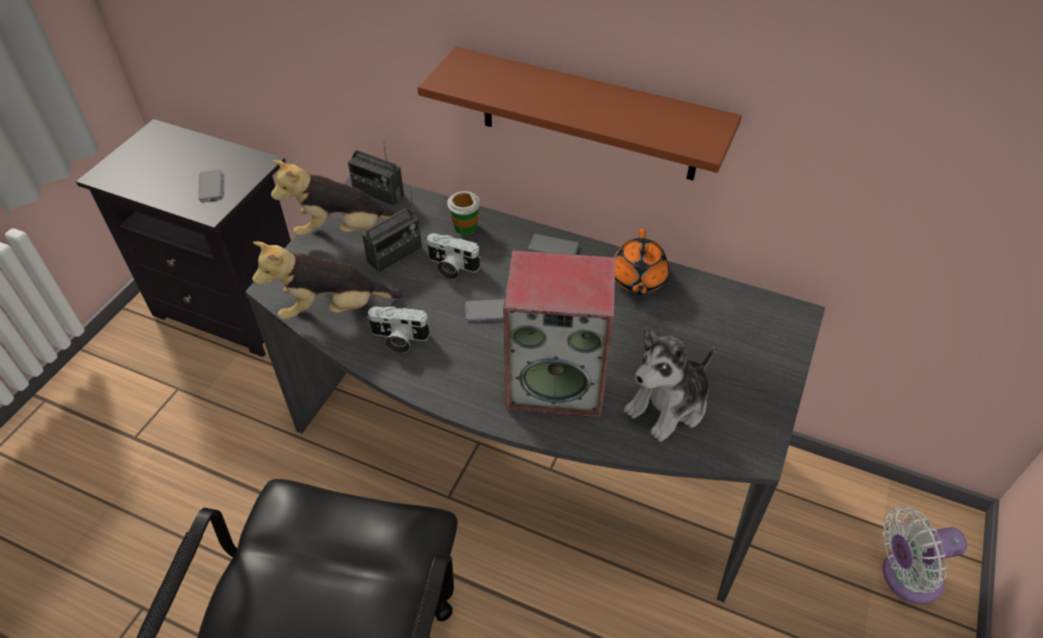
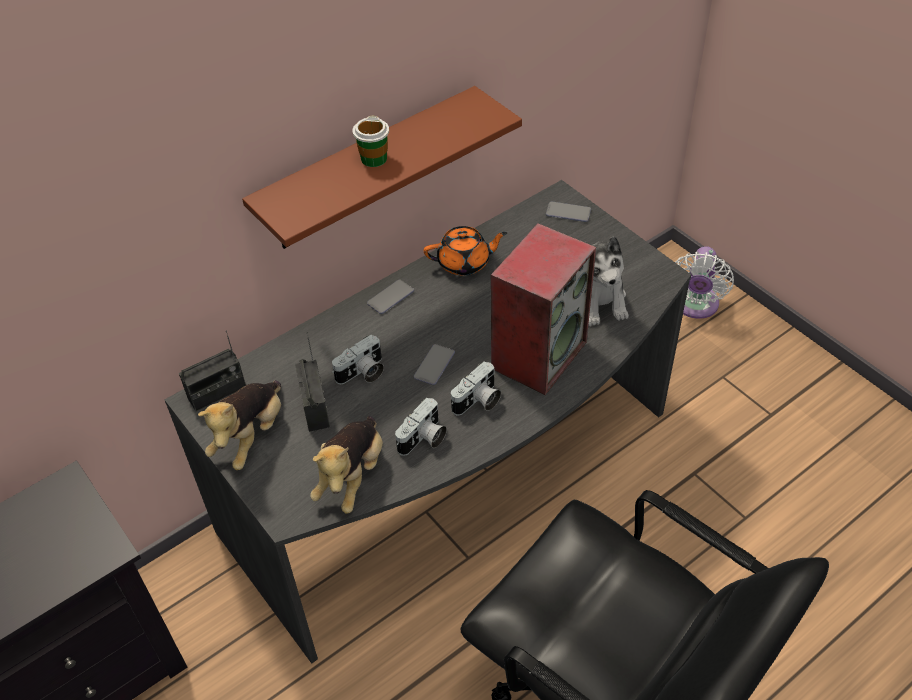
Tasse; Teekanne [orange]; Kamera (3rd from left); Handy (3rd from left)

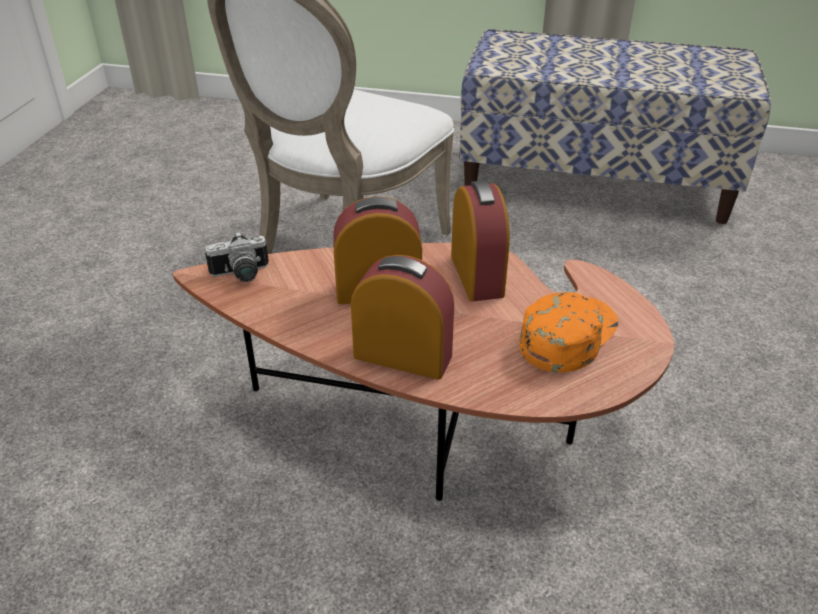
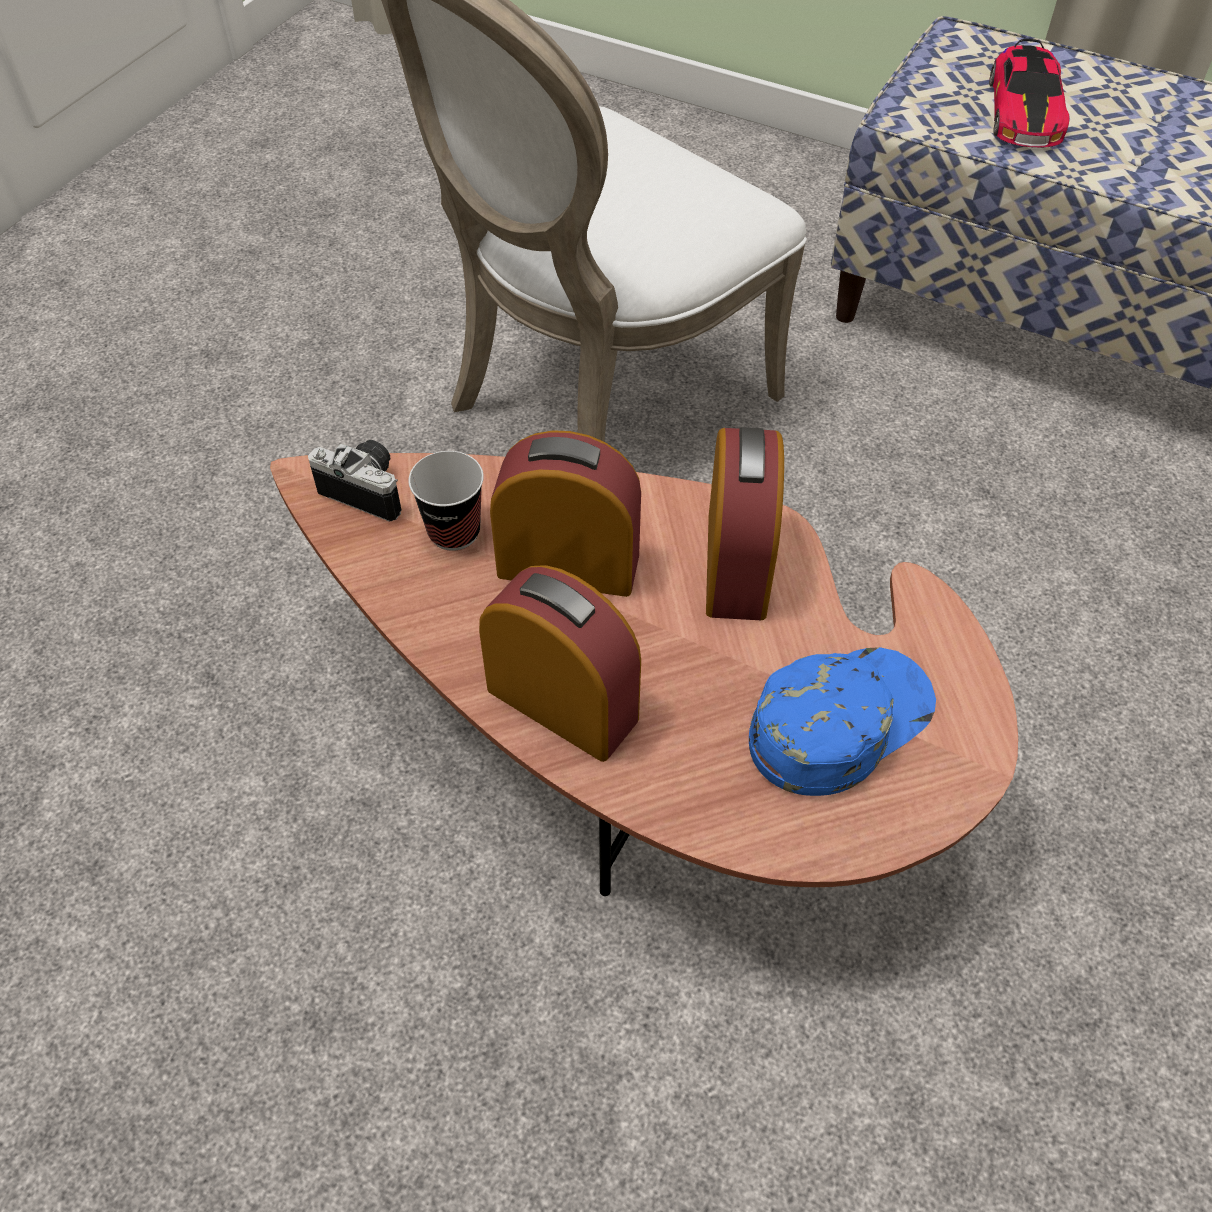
Kamera; Tasse; Kappe [blau]; Spielzeugauto

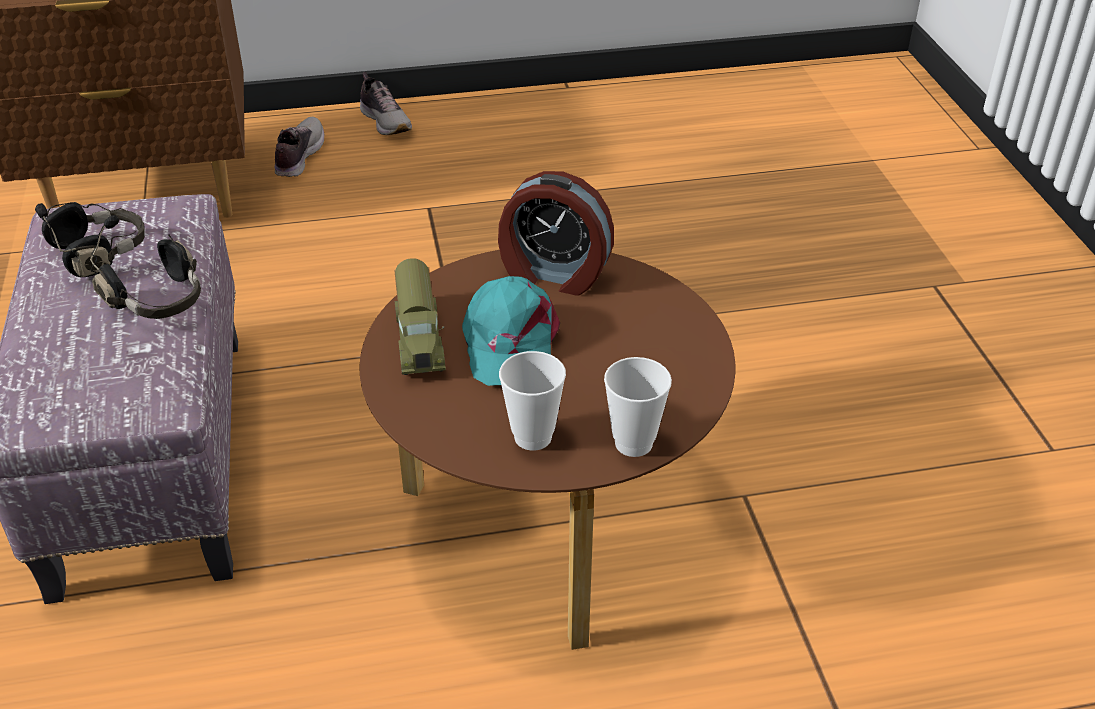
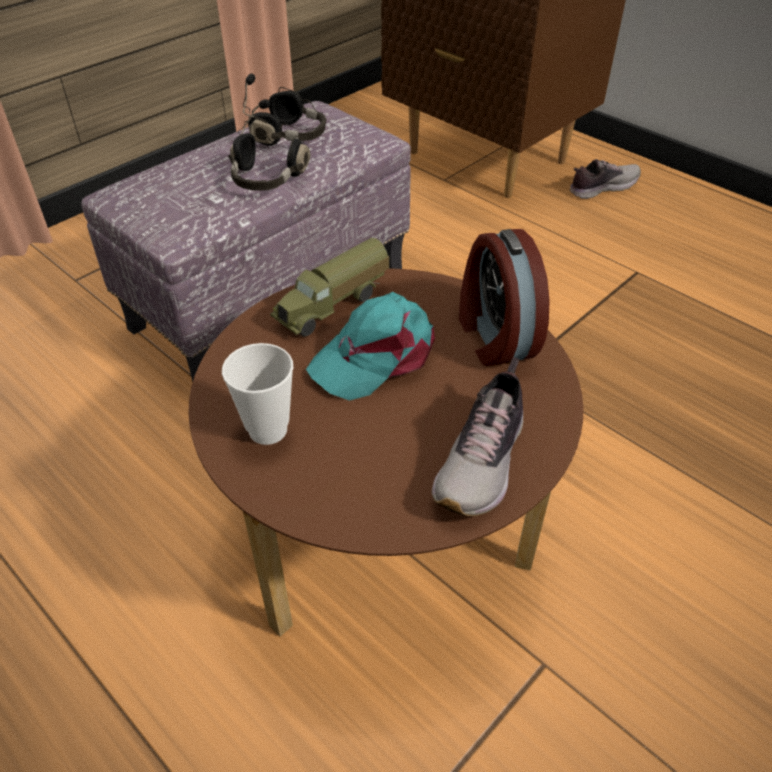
Schuh (1st from left); Tasse (2nd from left in the first image)

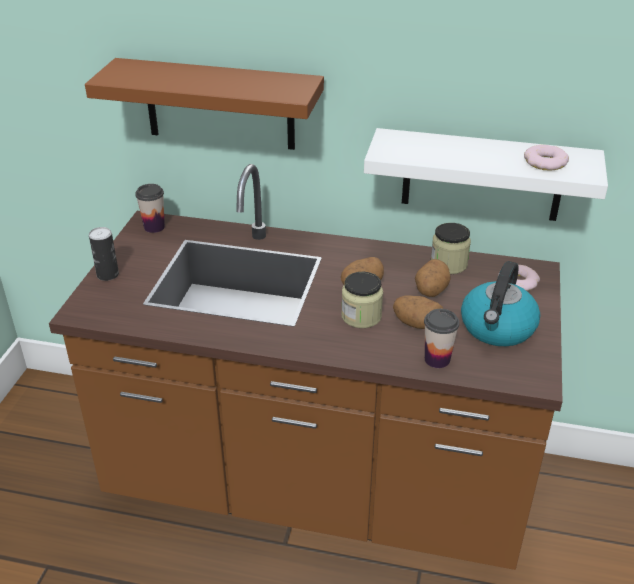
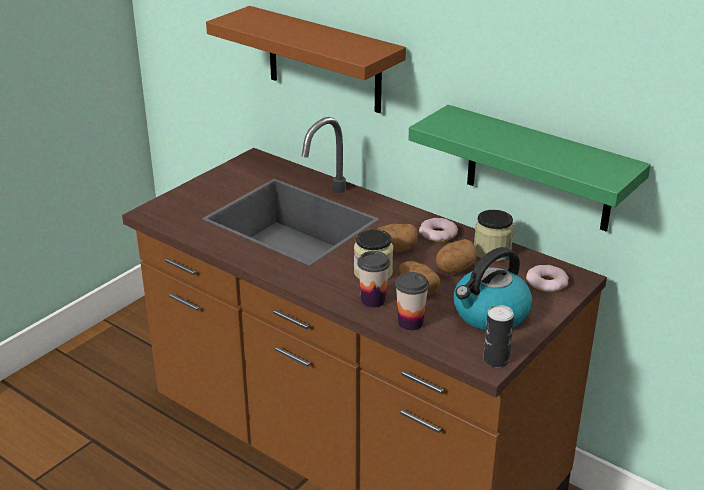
Tasse (1st from left); Wandregal [grün]; Donut (1st from left); Dose

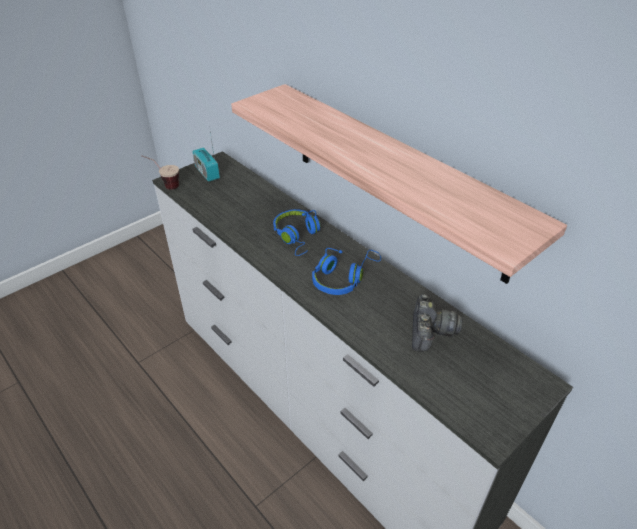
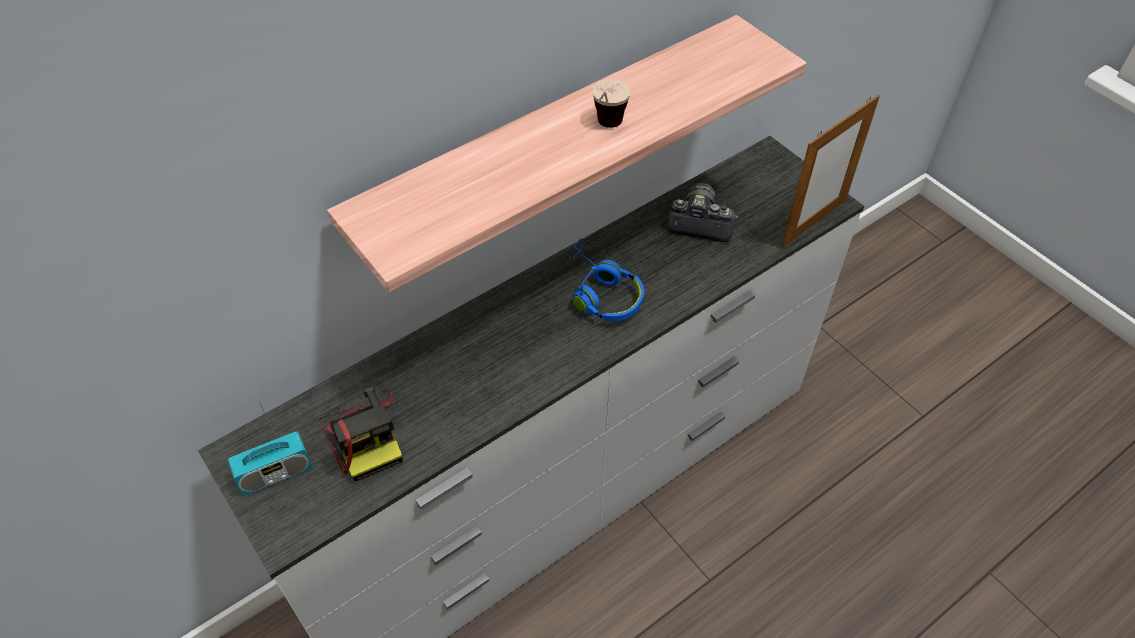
Kamera (1st from left); Tasse; Bilderrahmen; Kopfhörer [blau] (1st from left in the first image)

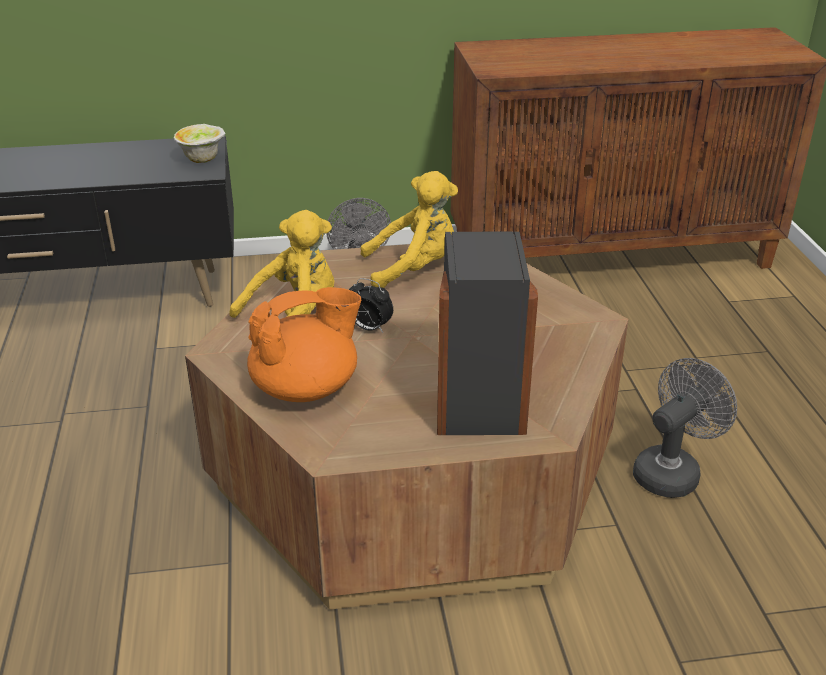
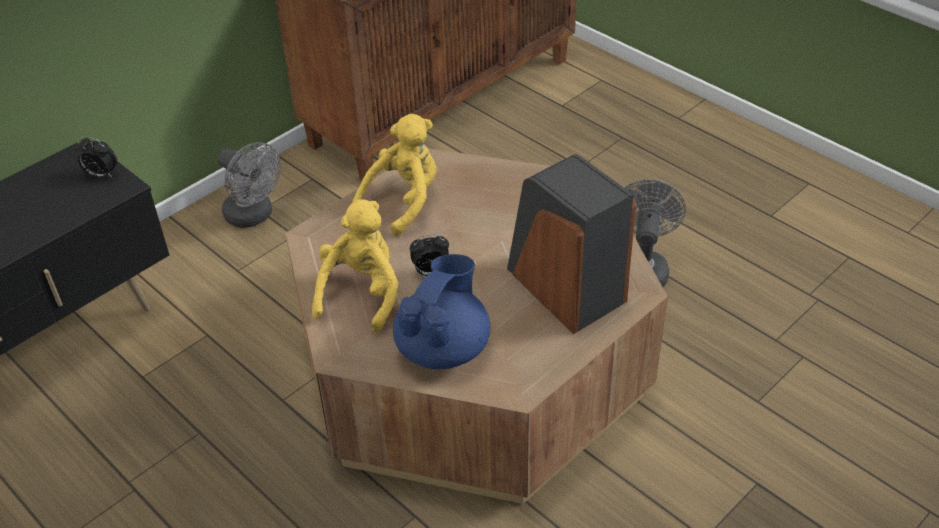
Wecker (1st from left); Teekanne [blau]

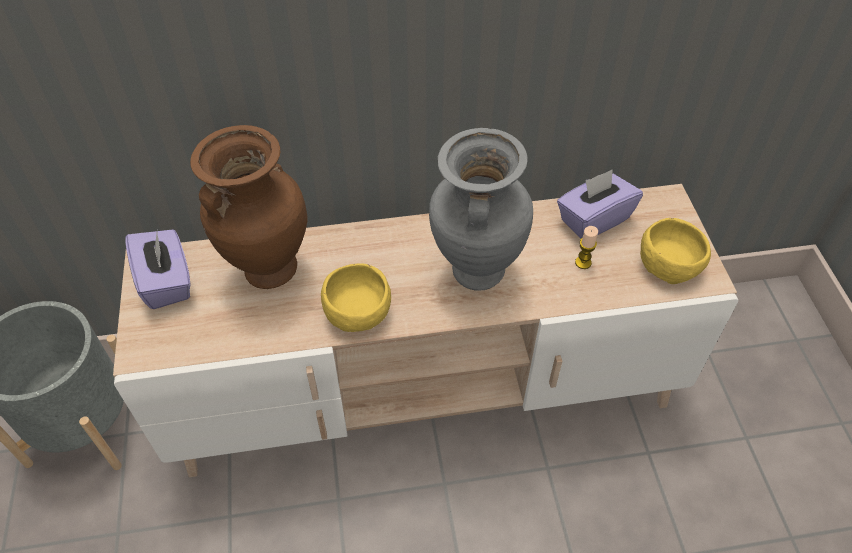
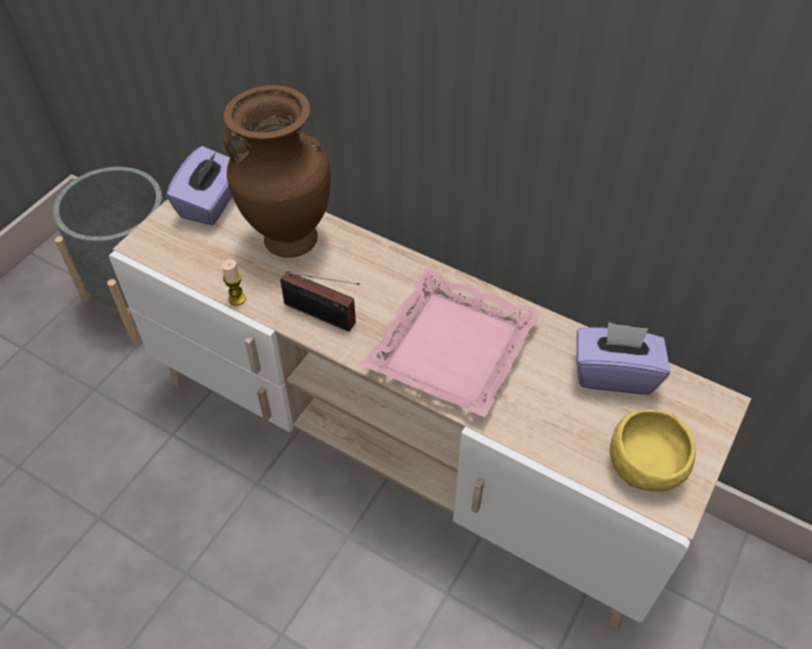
Kerze; Radio; Tablett [rosa]

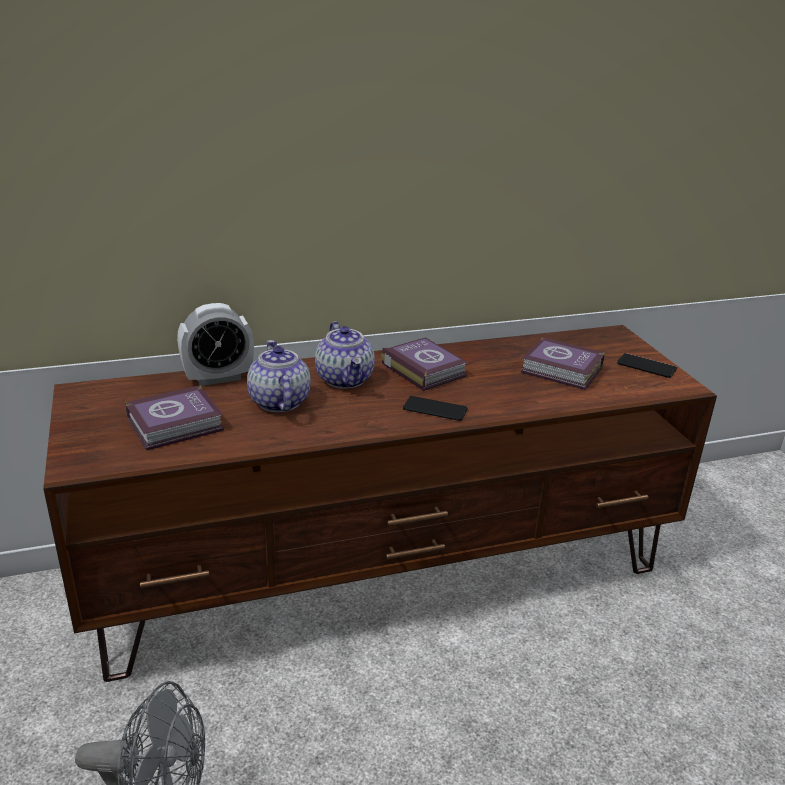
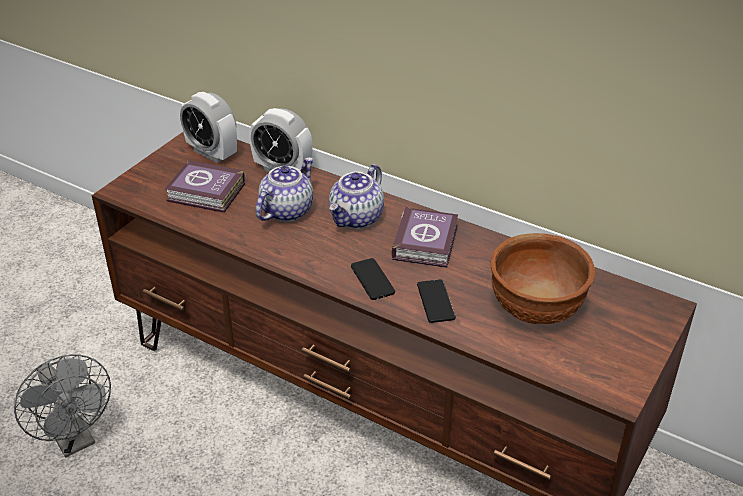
Wecker (1st from left); Handy (2nd from left); Schüssel [braun]

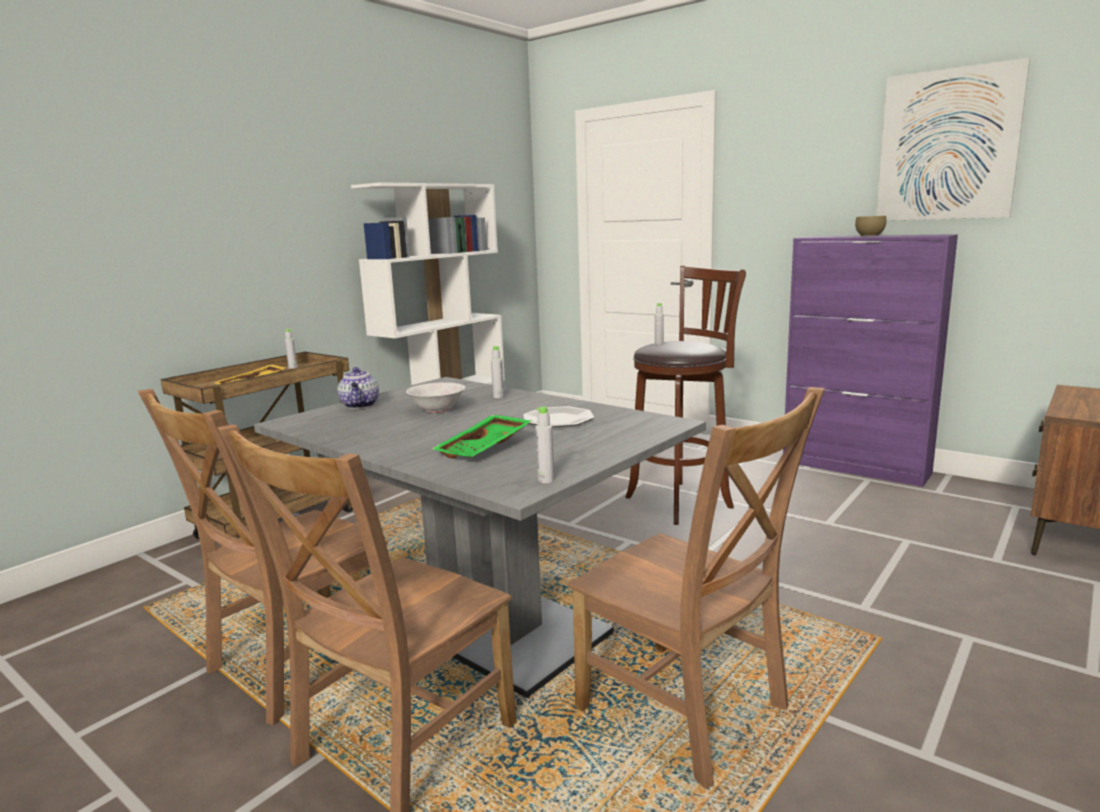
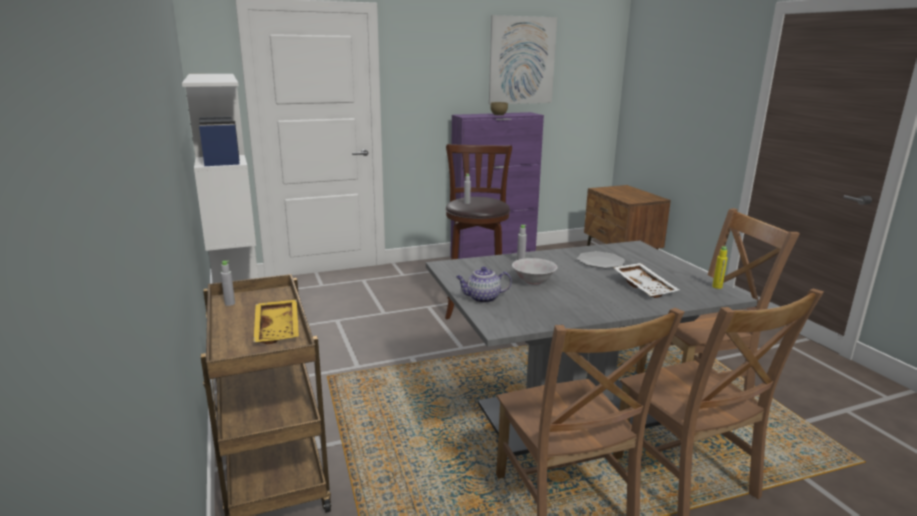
Teekanne; Tablett [weiß]; Flasche [gelb]

